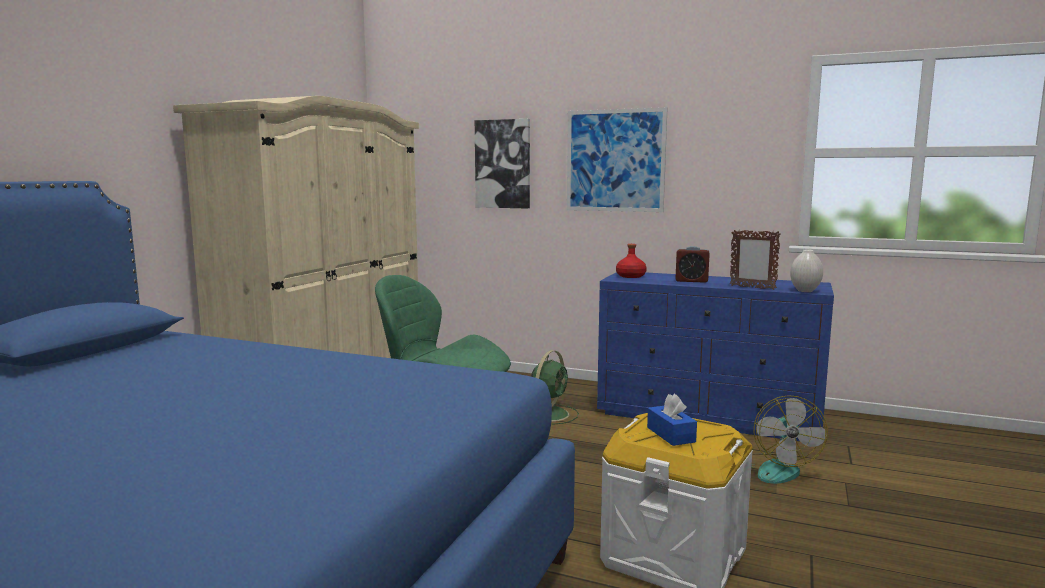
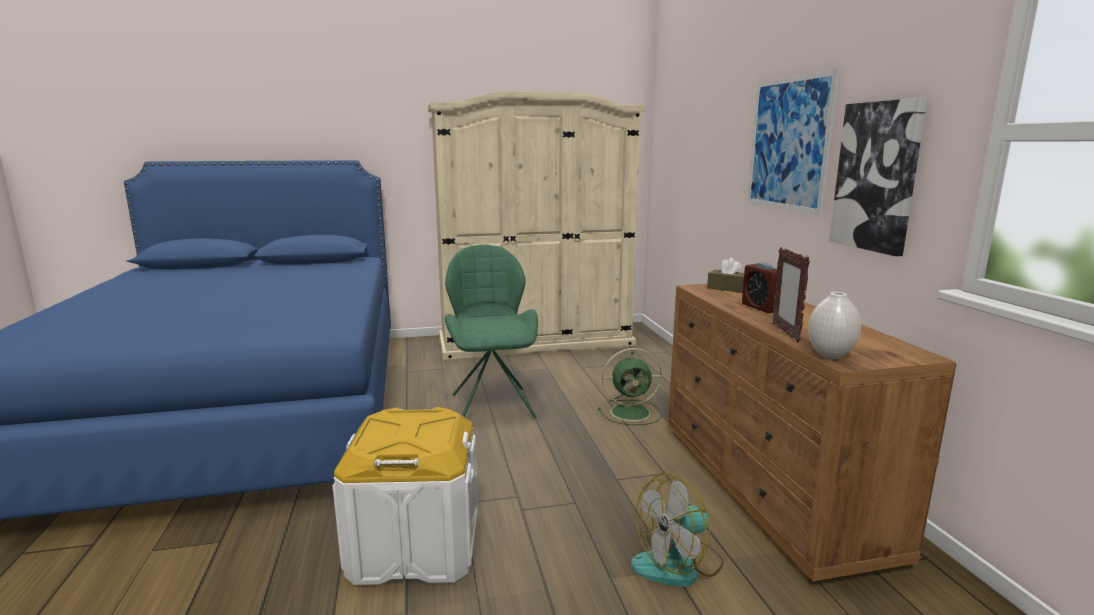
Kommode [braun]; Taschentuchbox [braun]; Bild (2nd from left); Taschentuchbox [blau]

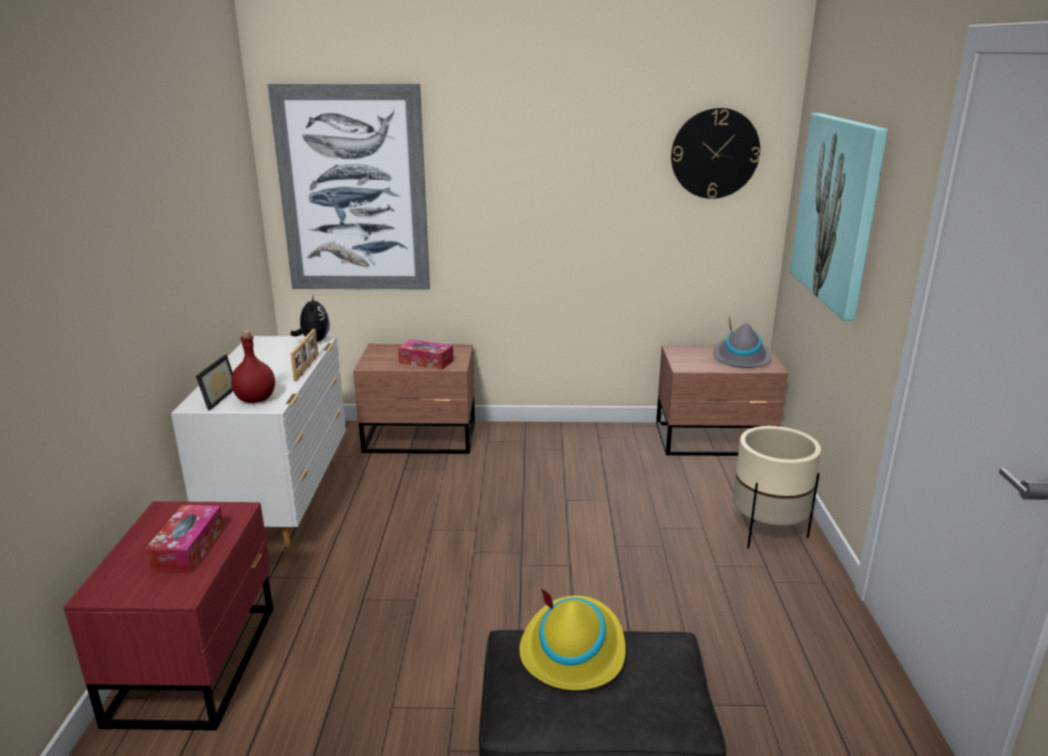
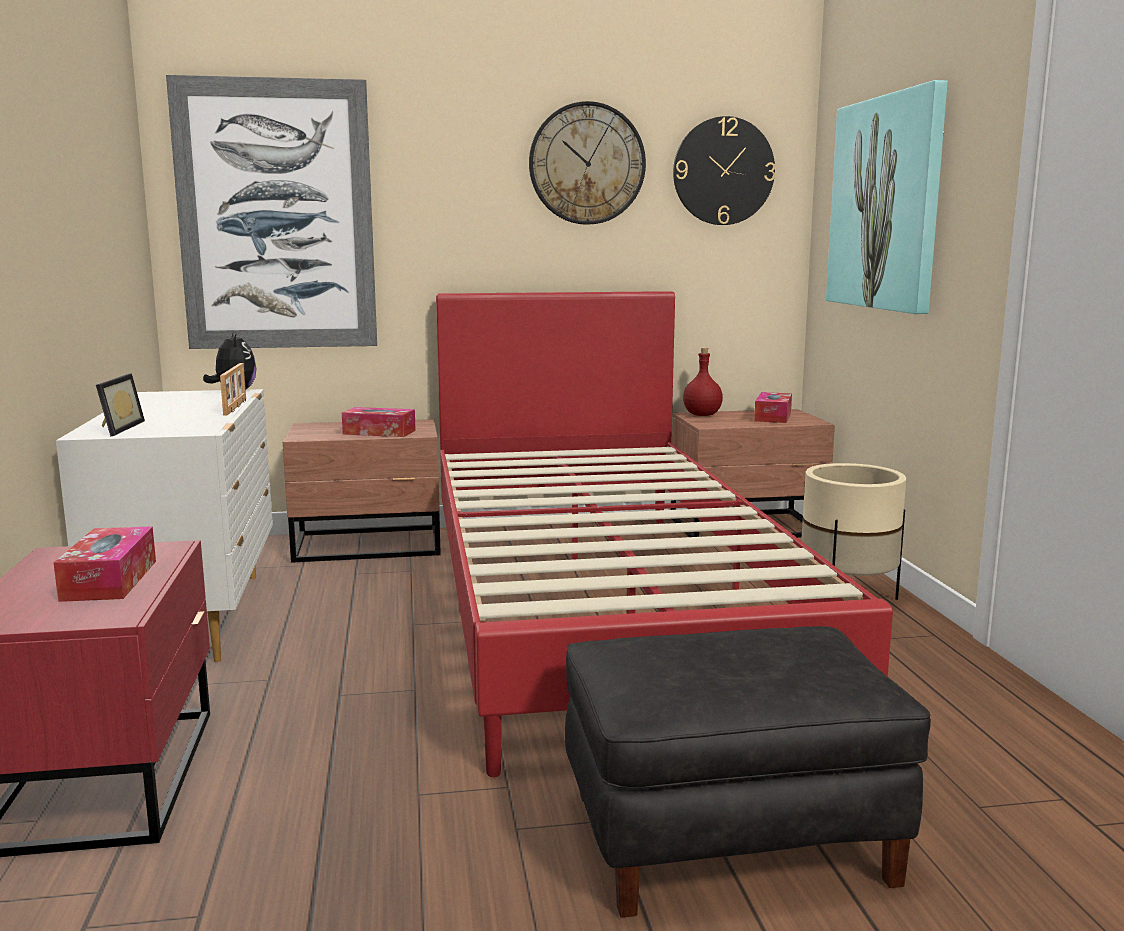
Bett [rot]; Wanduhr (1st from left); Flasche [rot]; Taschentuchbox (3rd from left); Hut [gelb]

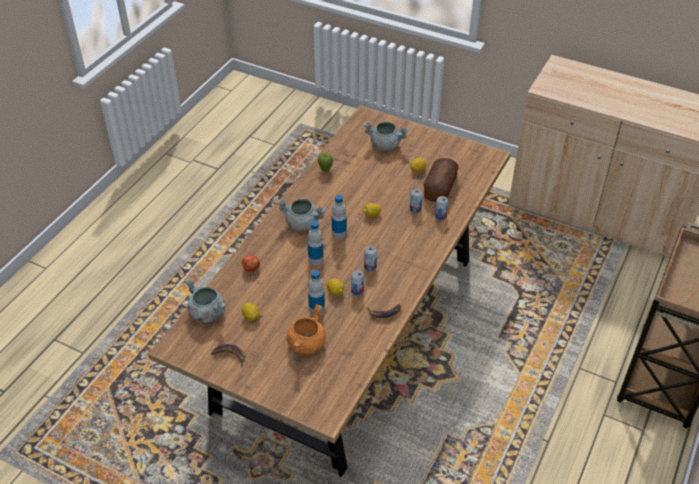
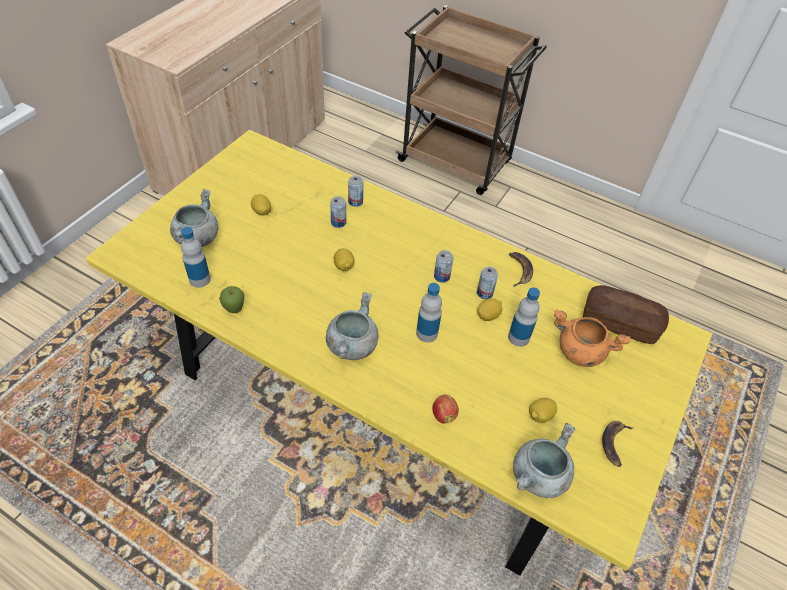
Esstisch [gelb]; Flasche (1st from left); Brot

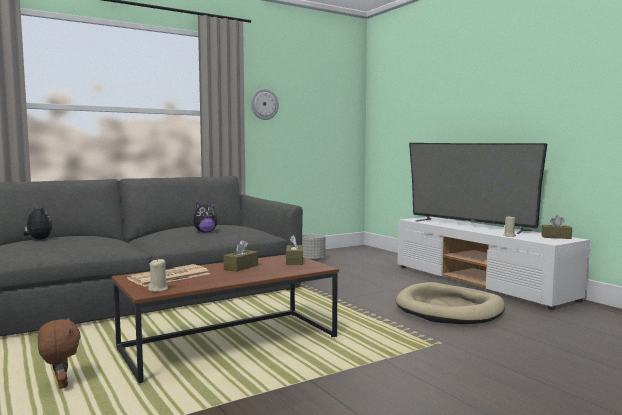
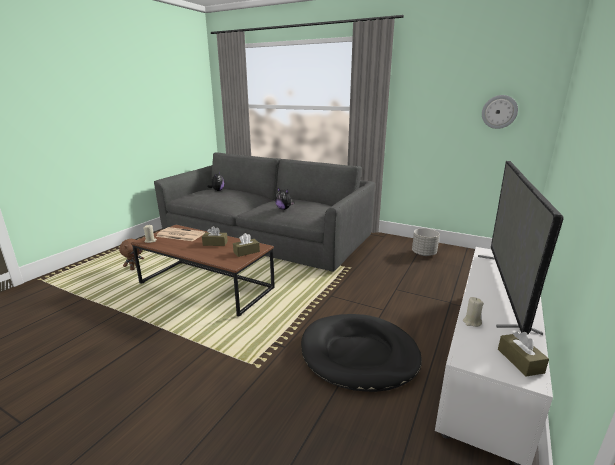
Hundebett [schwarz]; Wanduhr

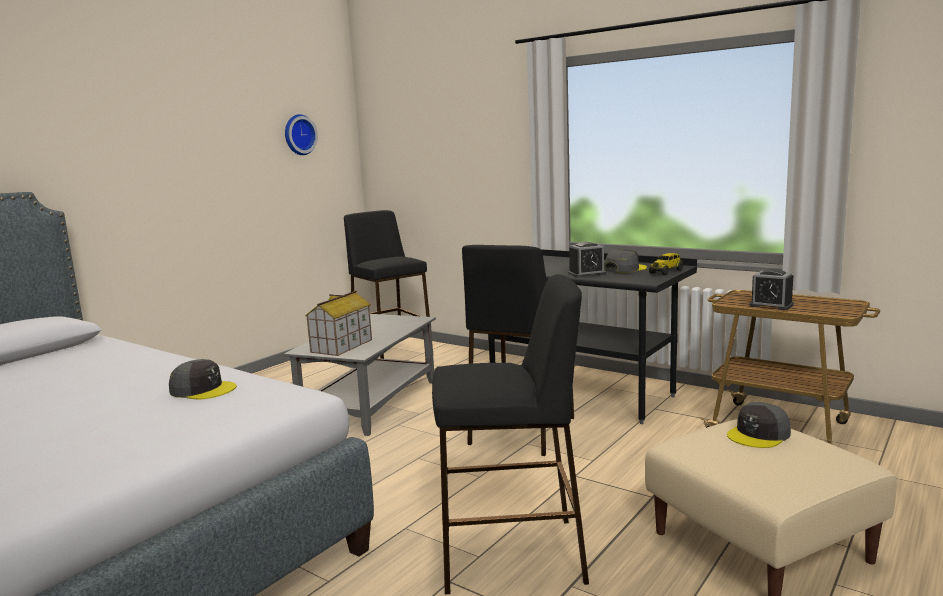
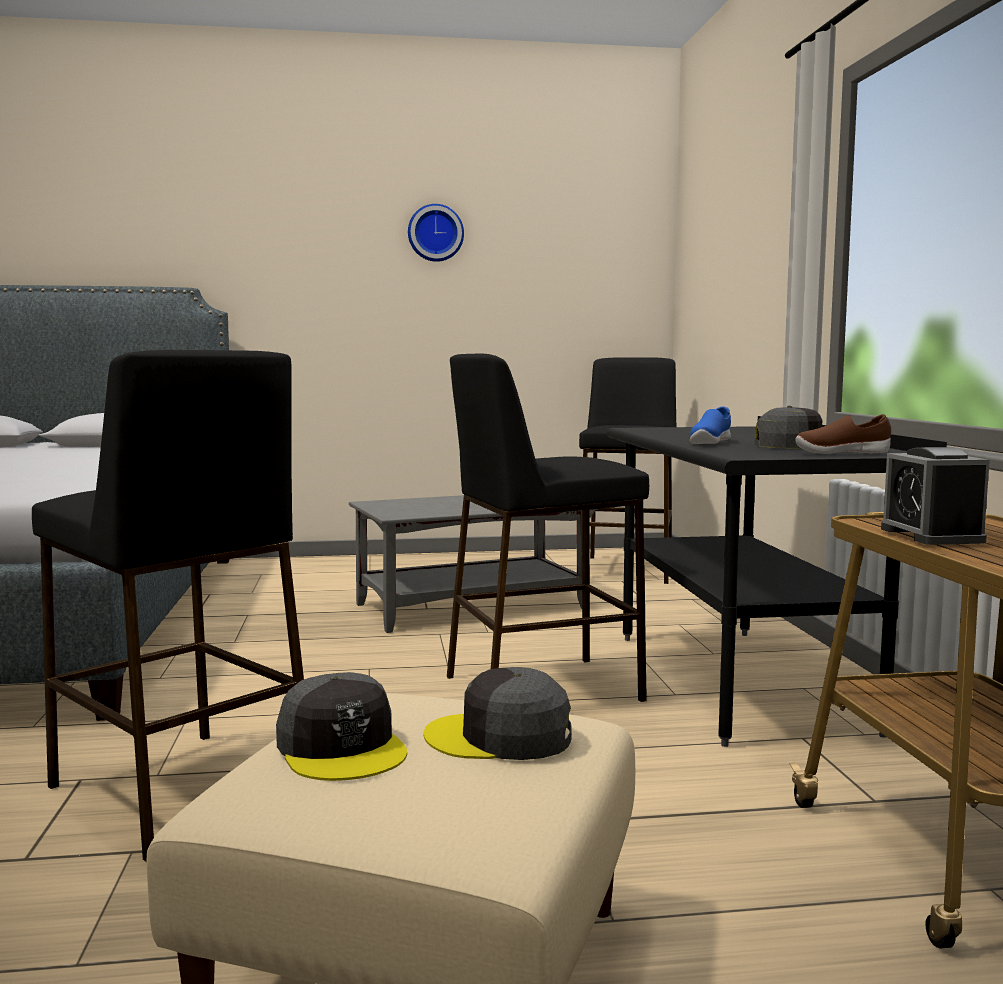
Kappe [grau] (1st from left); Wanduhr; Schuh [blau]; Schuh [braun]; Spielzeughaus

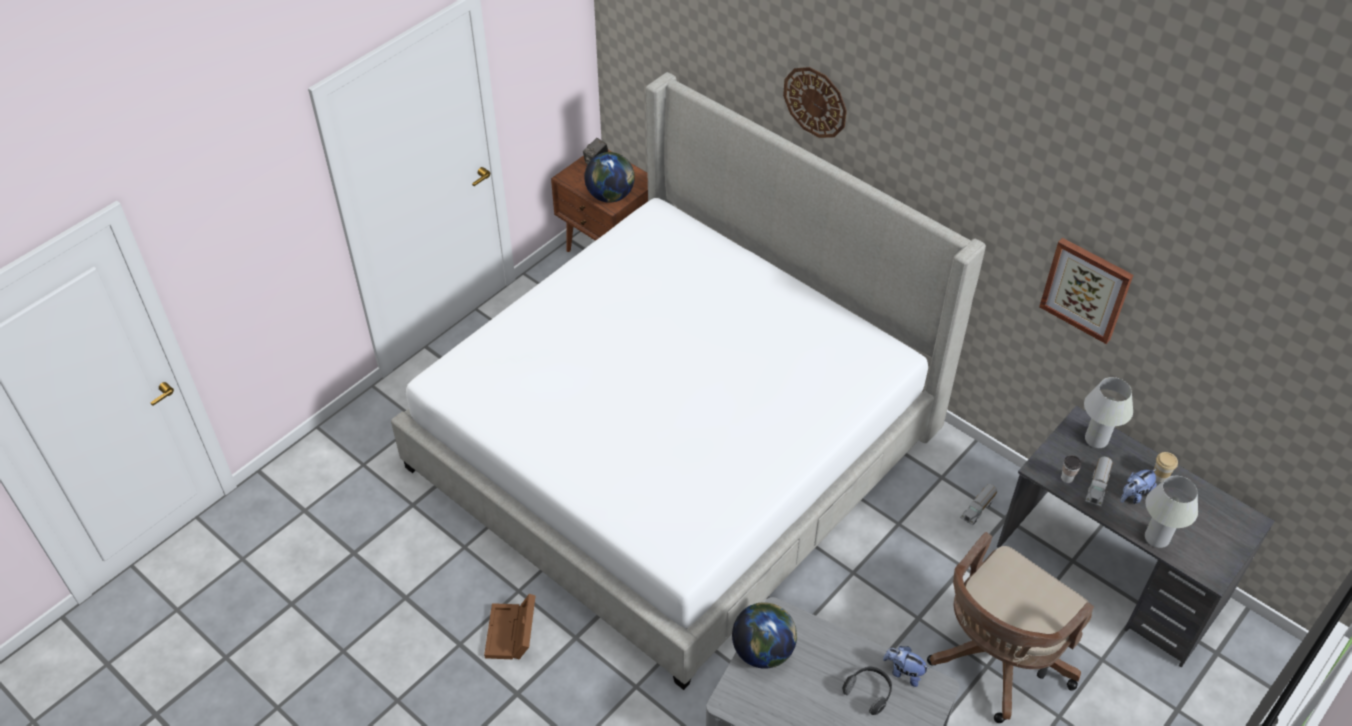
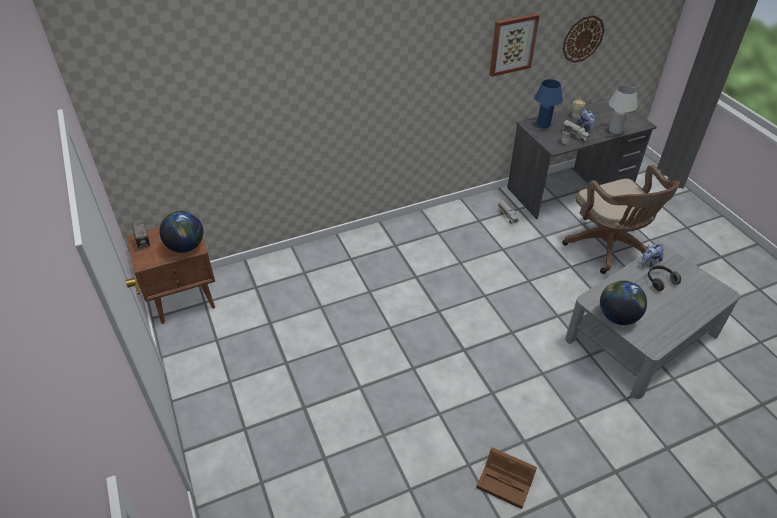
Tischlampe [blau]; Wanduhr; Bett

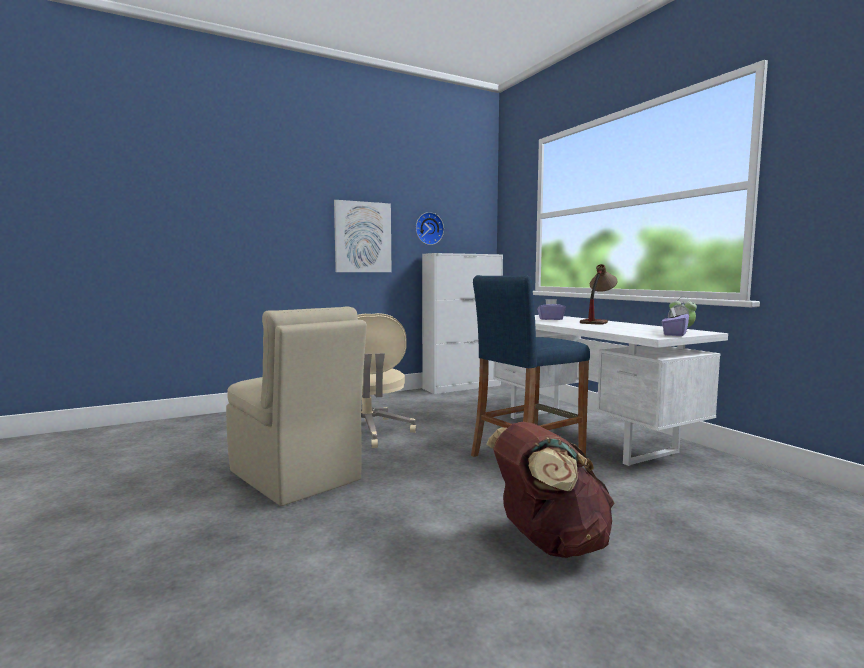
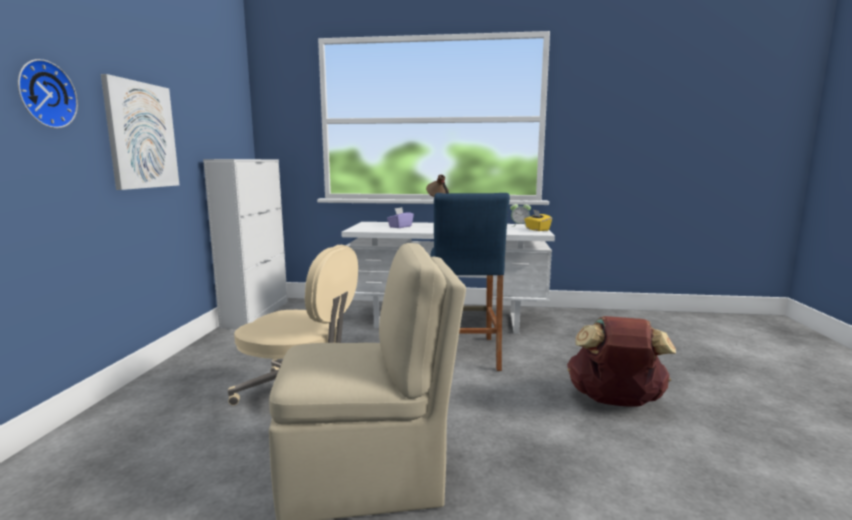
Wanduhr; Taschentuchbox [gelb]

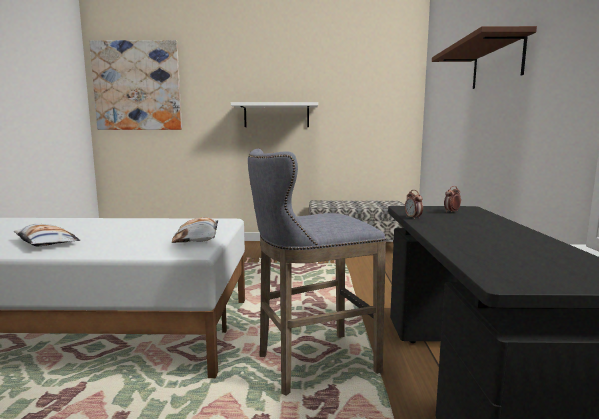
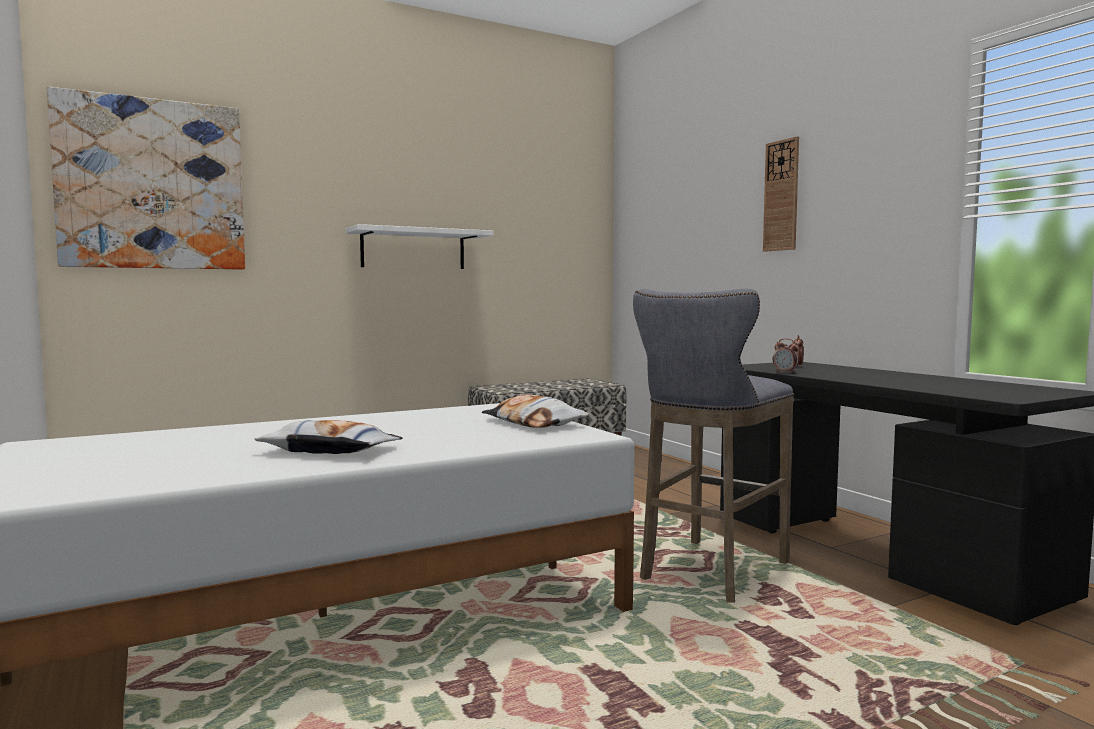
Wanduhr

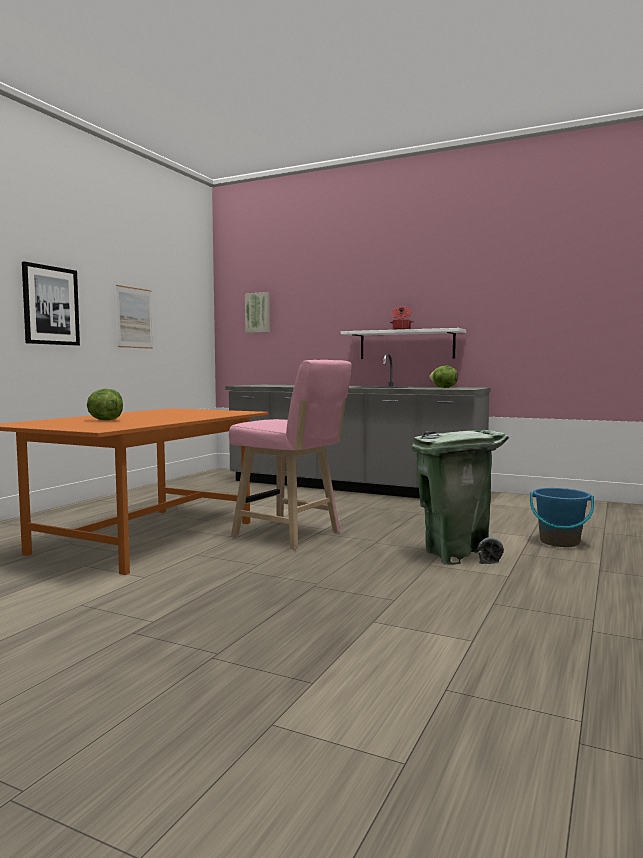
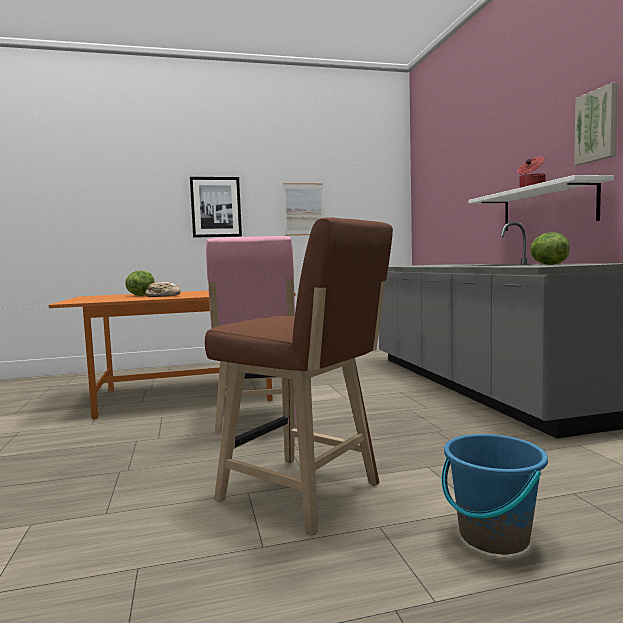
Brot; Hocker [braun]; Bild (3rd from left)

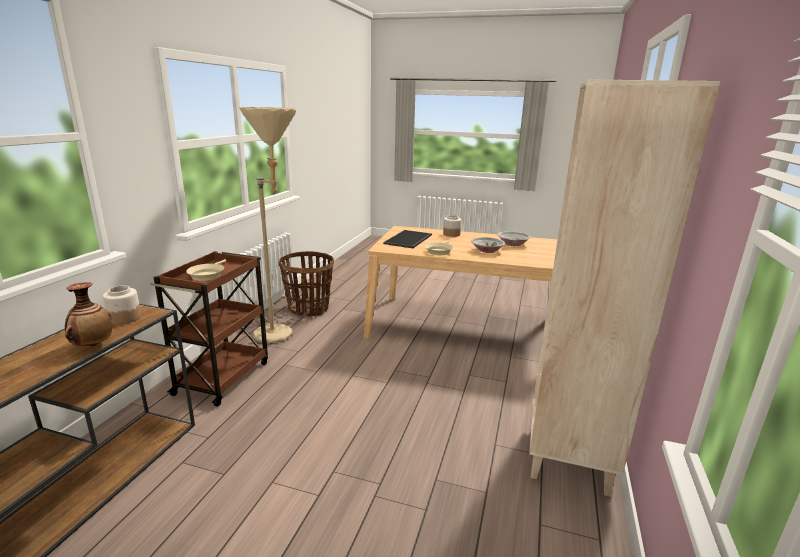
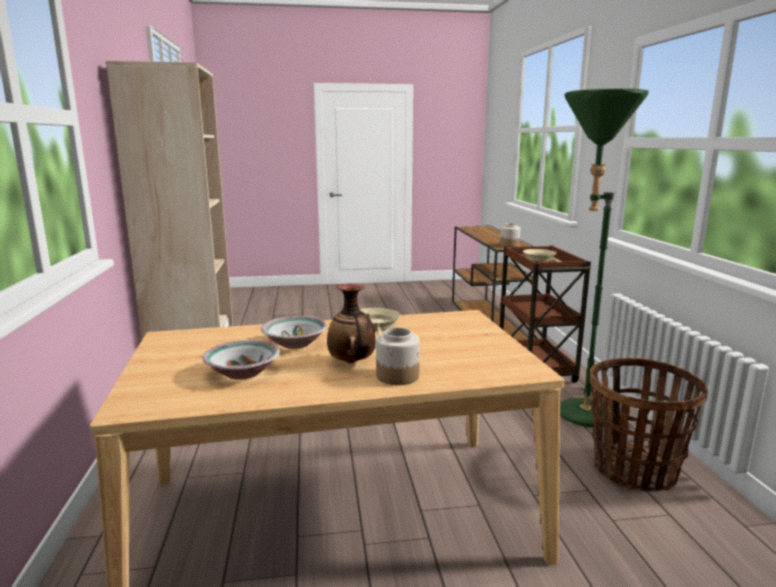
Vase; Stehlampe [grün]; Tablett

